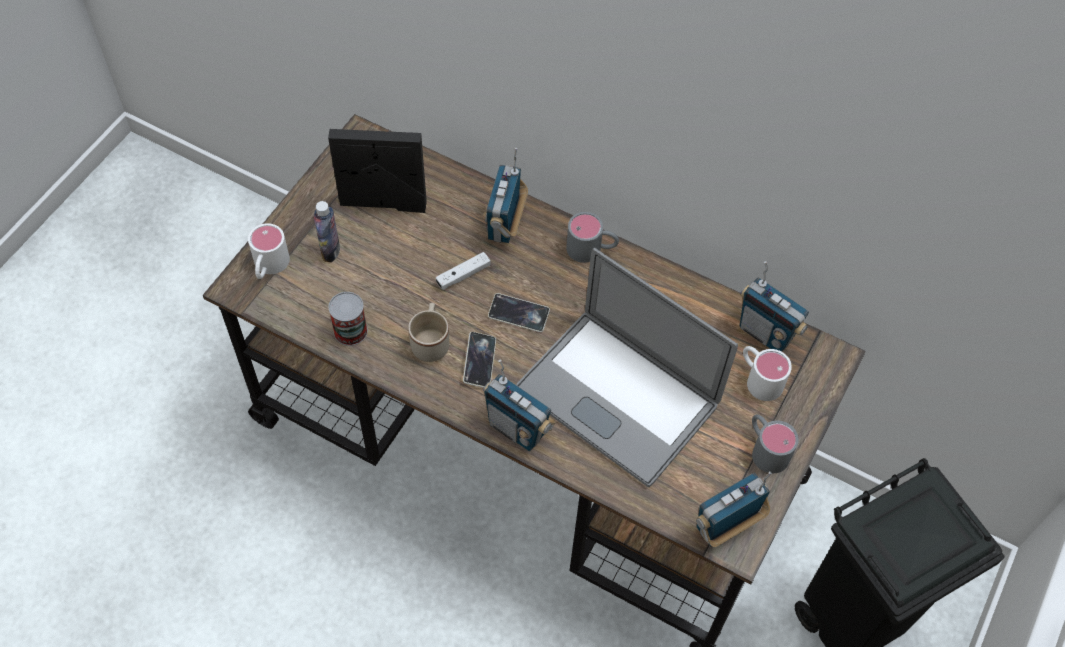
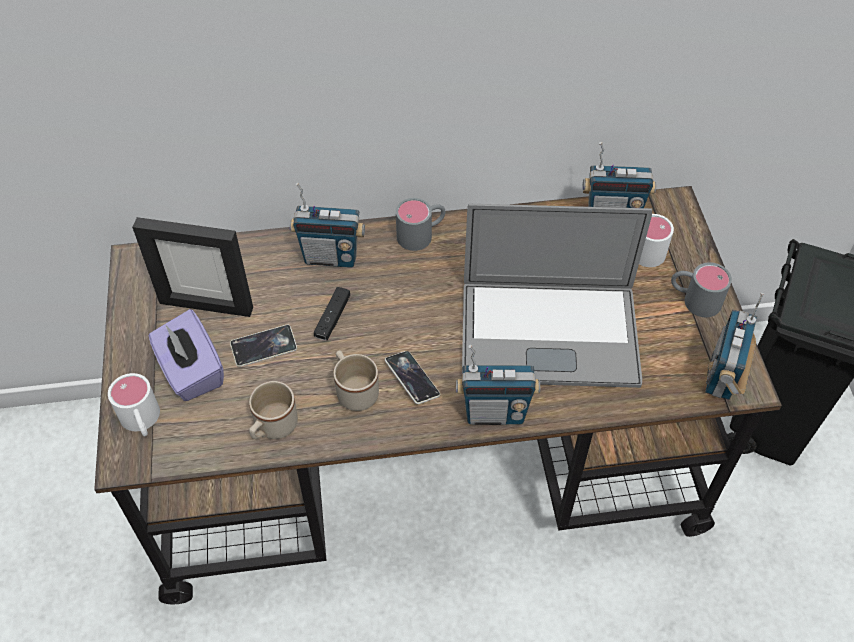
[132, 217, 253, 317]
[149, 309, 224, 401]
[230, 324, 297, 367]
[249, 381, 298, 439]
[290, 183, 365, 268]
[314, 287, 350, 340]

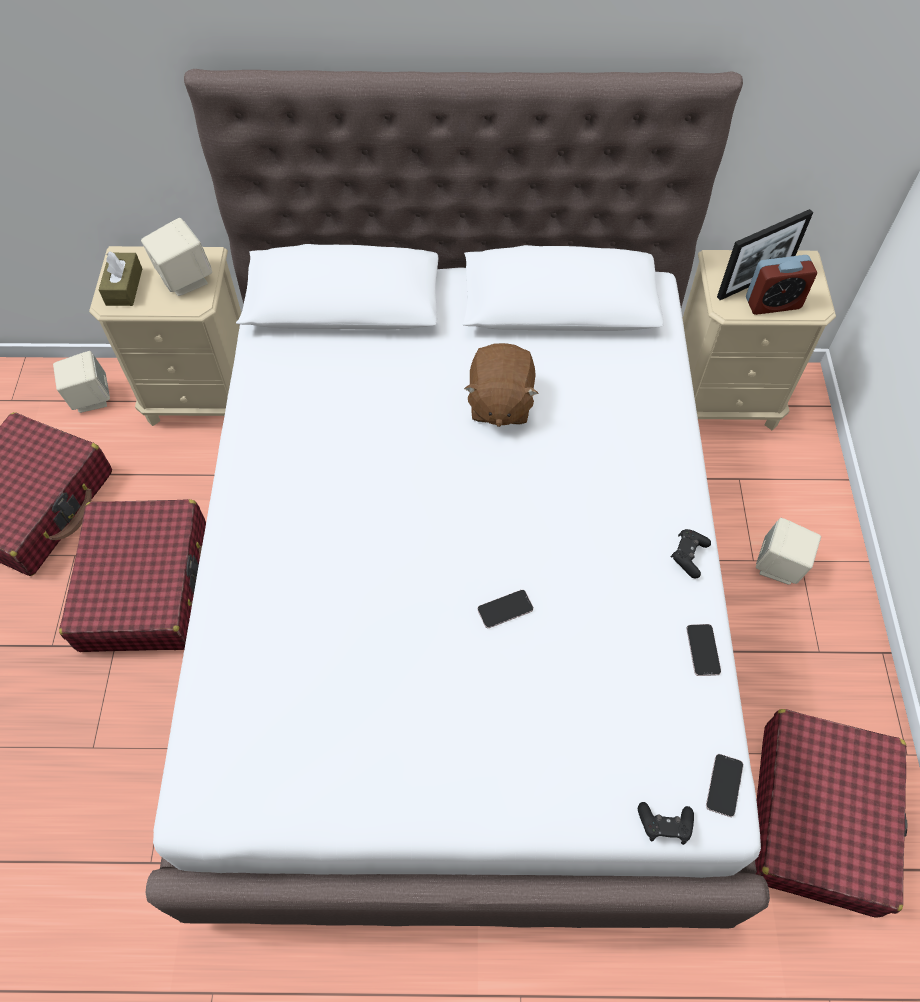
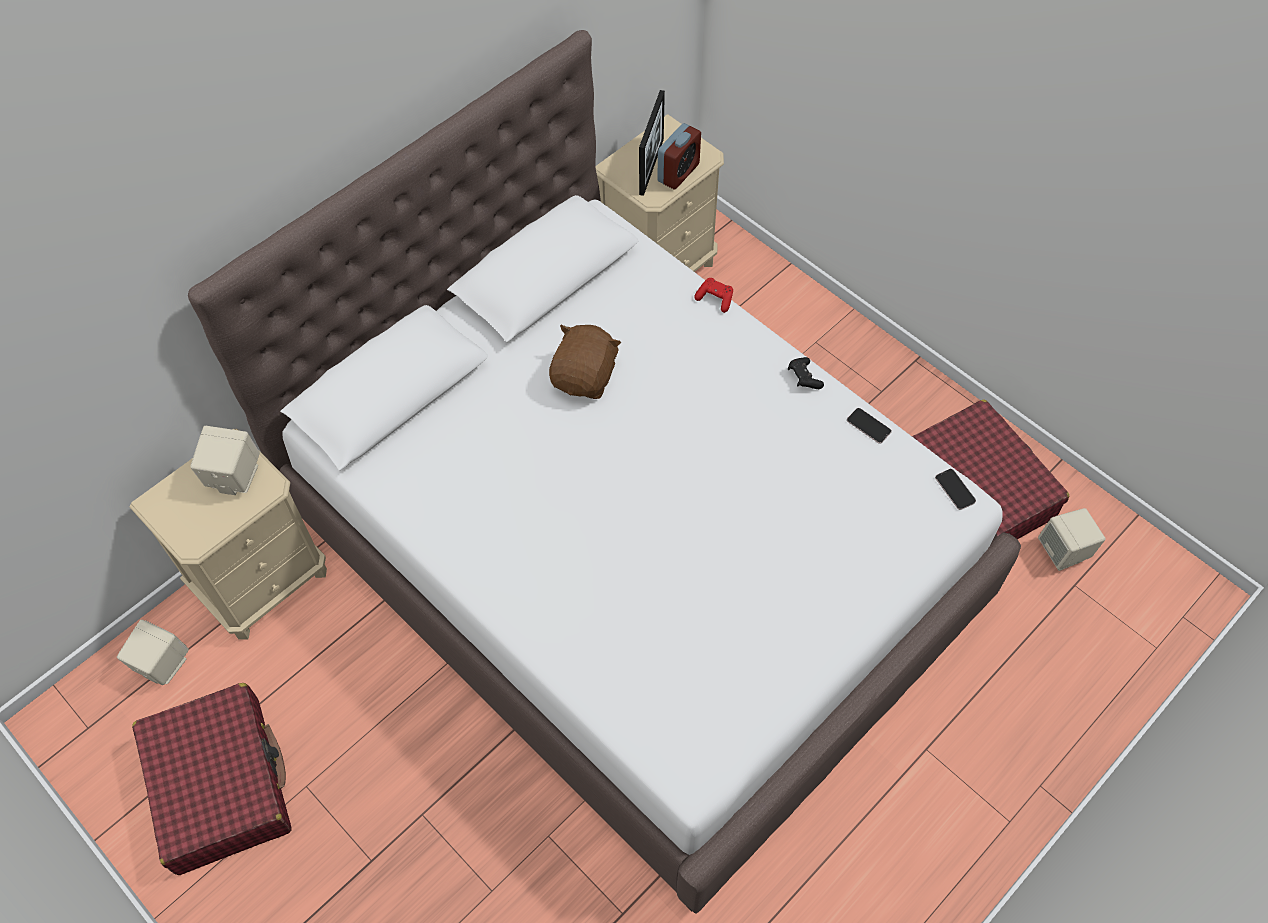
[549, 325, 621, 399]
[694, 278, 733, 313]
[1038, 508, 1106, 571]
[59, 499, 206, 652] (first image)
[99, 251, 142, 306] (first image)
[477, 590, 534, 628] (first image)
[638, 802, 694, 845] (first image)

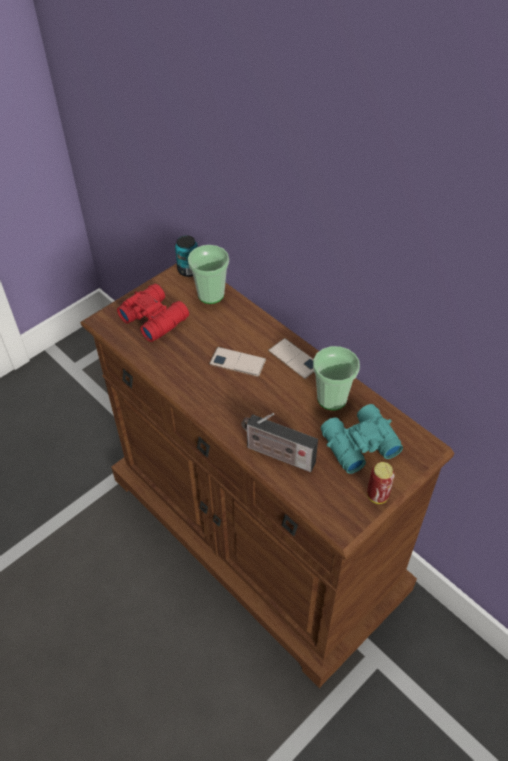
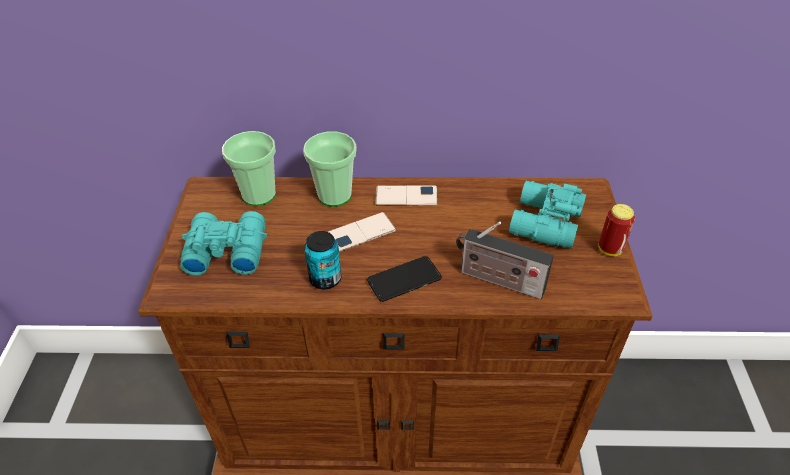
[180, 211, 267, 276]
[303, 131, 356, 207]
[304, 231, 341, 289]
[367, 256, 442, 302]
[456, 221, 554, 299]

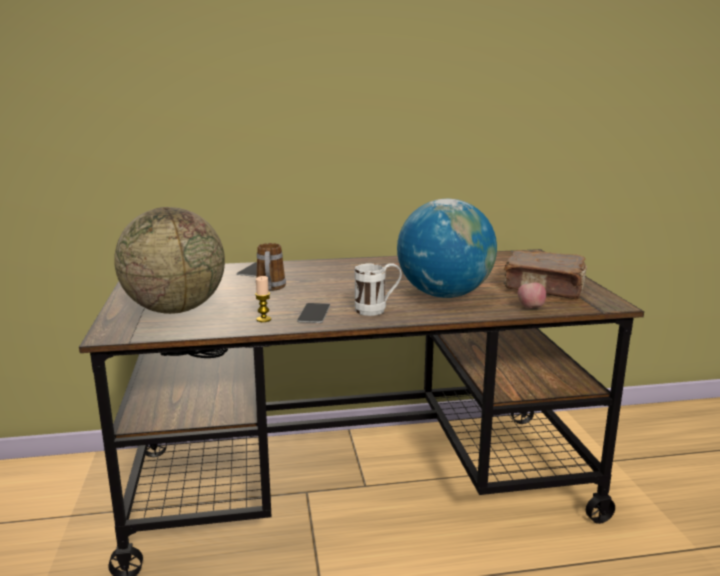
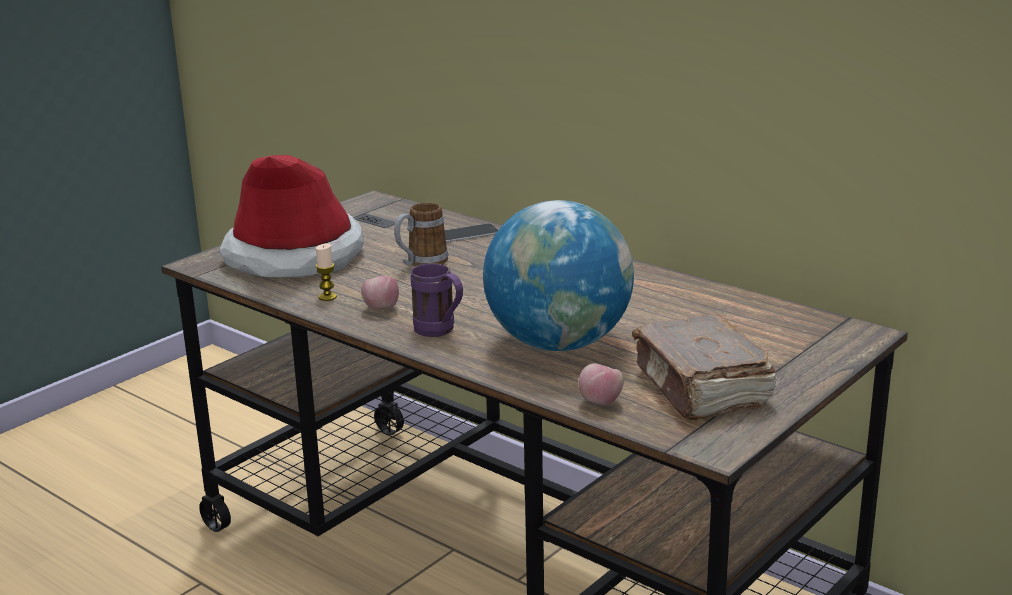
[219, 155, 364, 277]
[361, 276, 399, 310]
[410, 263, 463, 337]

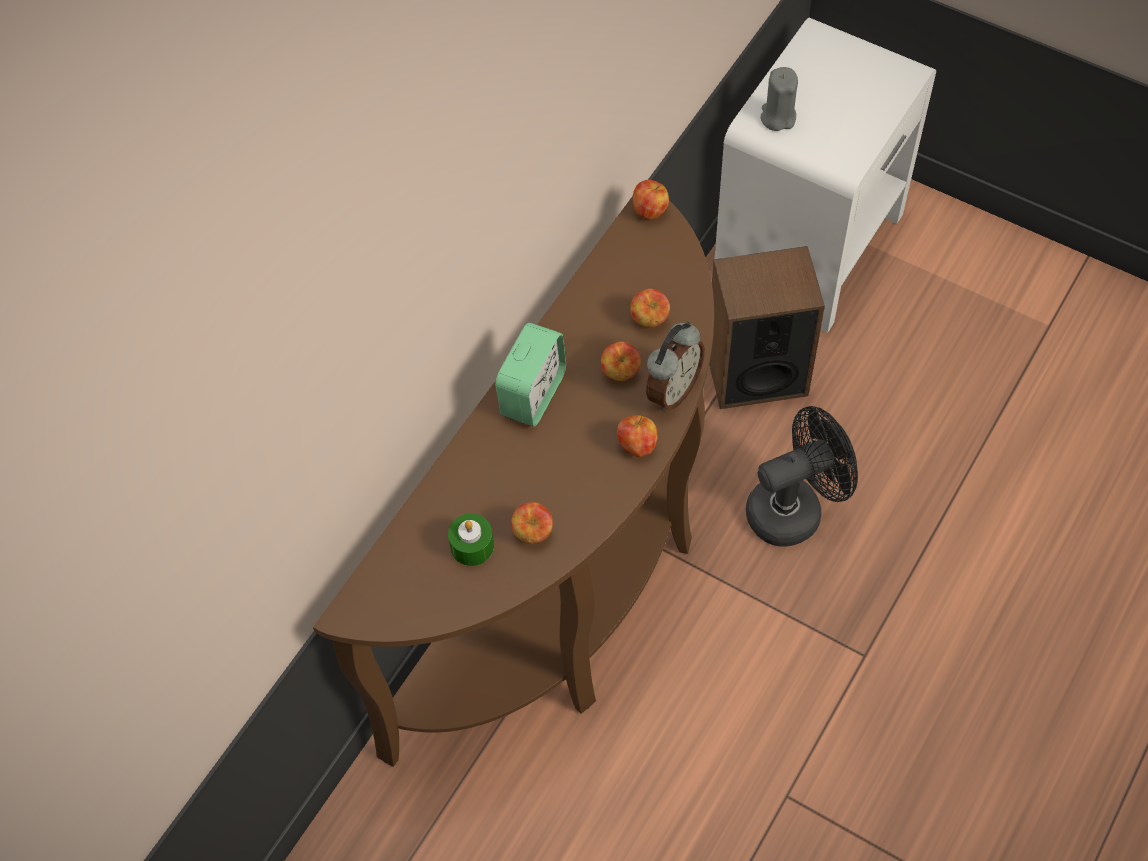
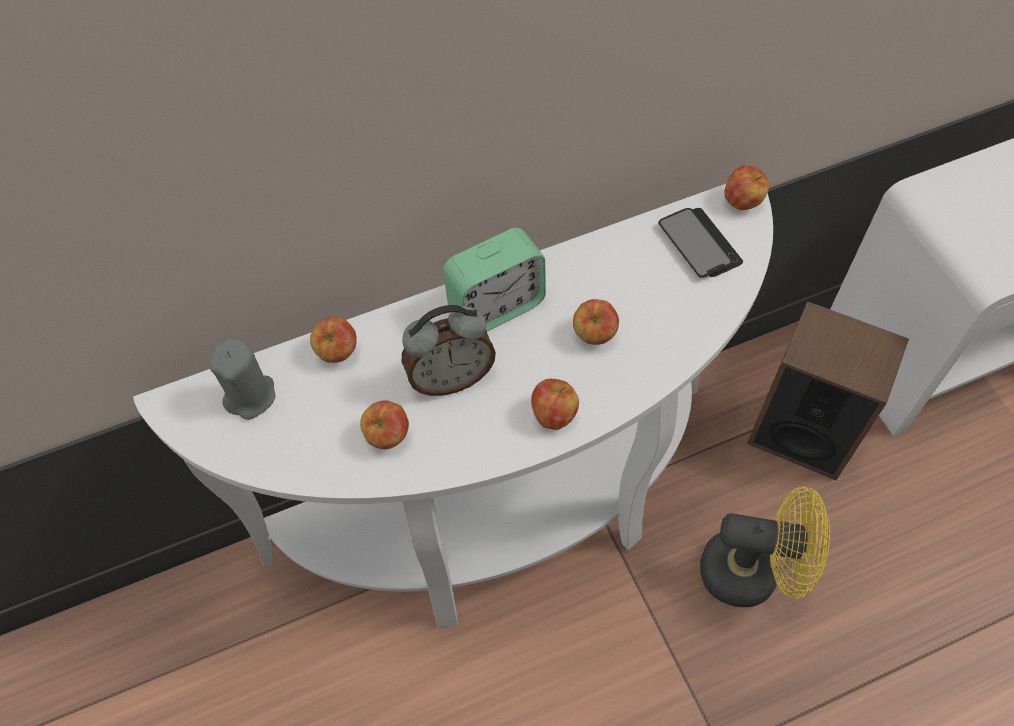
[133, 184, 773, 627]
[210, 338, 276, 420]
[310, 317, 357, 363]
[402, 305, 496, 396]
[658, 208, 743, 278]
[700, 487, 830, 607]
[448, 514, 494, 566] (first image)

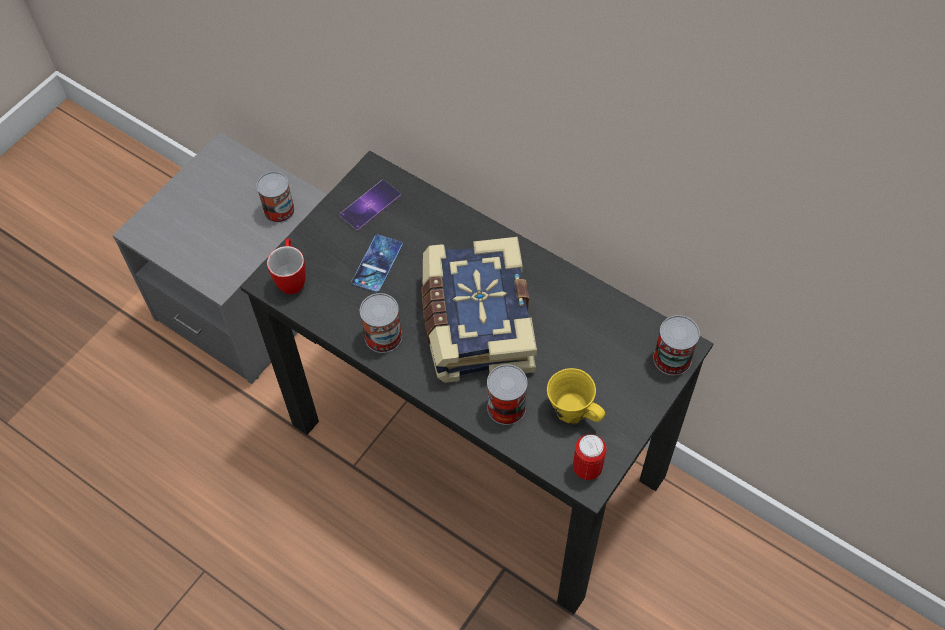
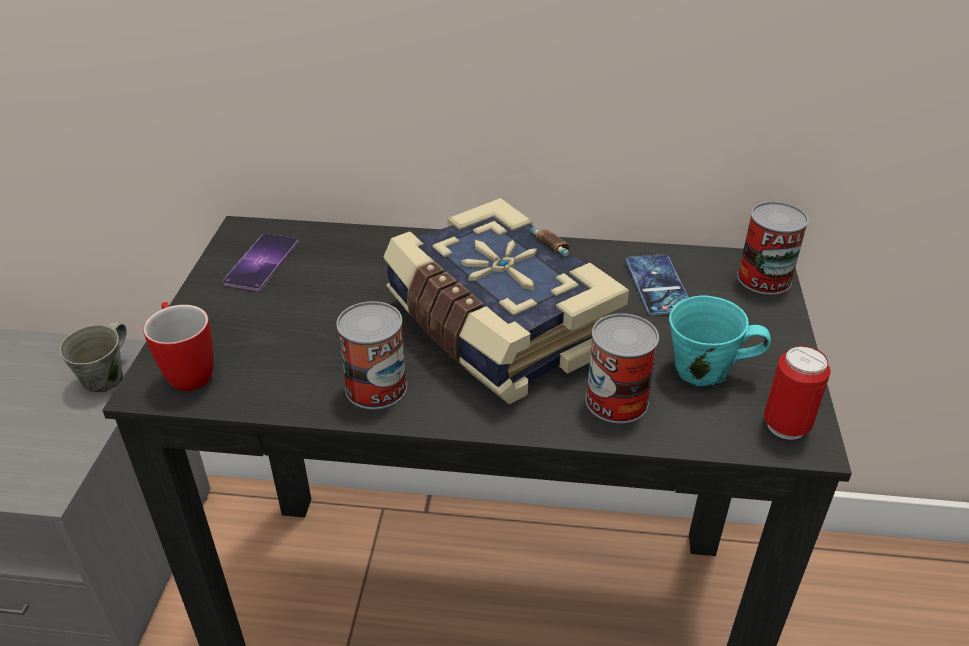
[59, 322, 126, 392]
[626, 254, 689, 315]
[669, 295, 771, 387]

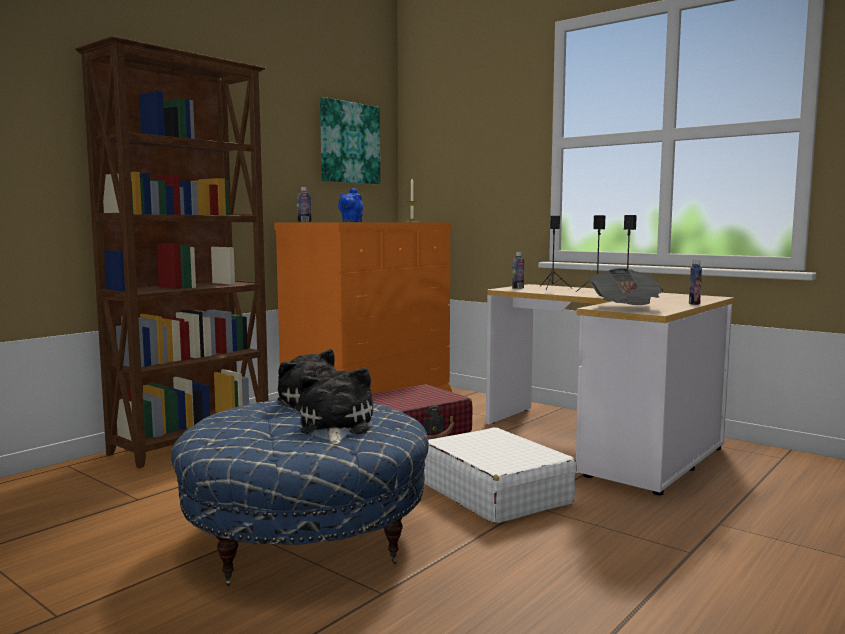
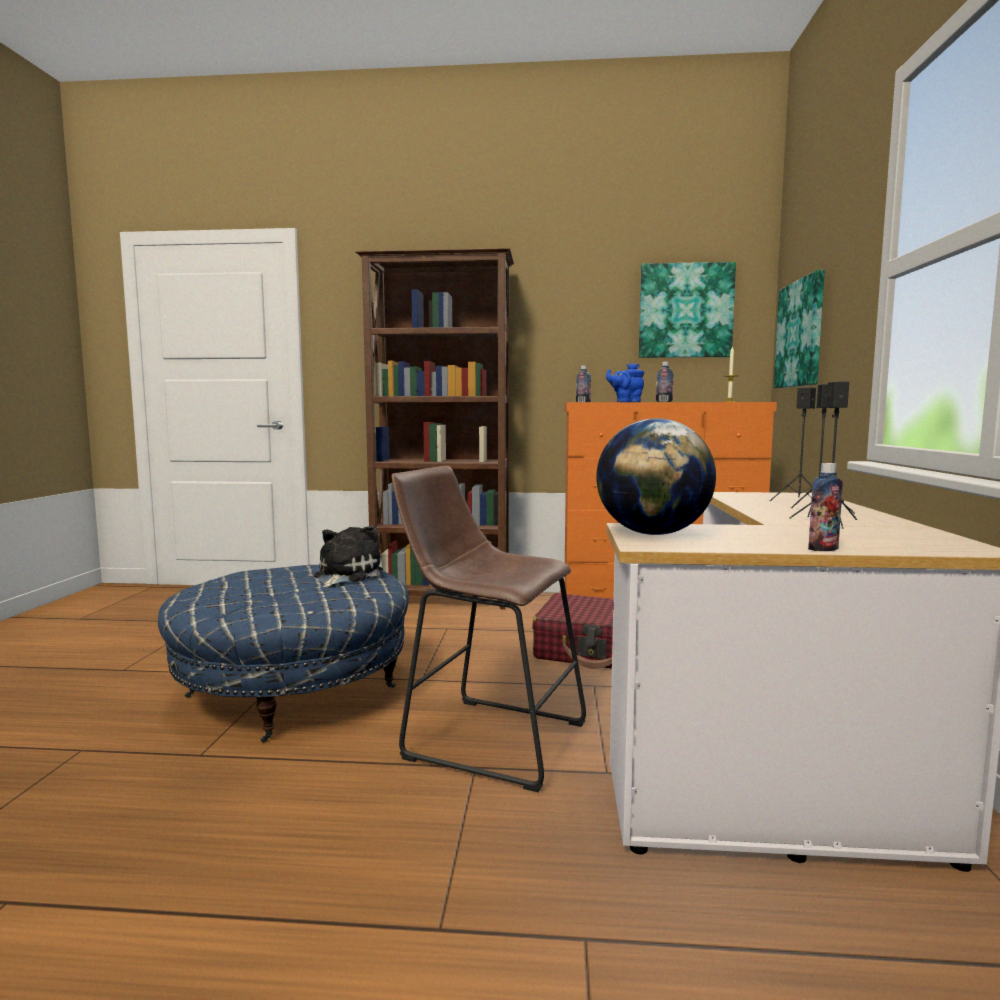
[392, 466, 586, 792]
[596, 418, 716, 535]
[656, 361, 674, 402]
[774, 270, 825, 388]
[299, 368, 373, 445] (first image)

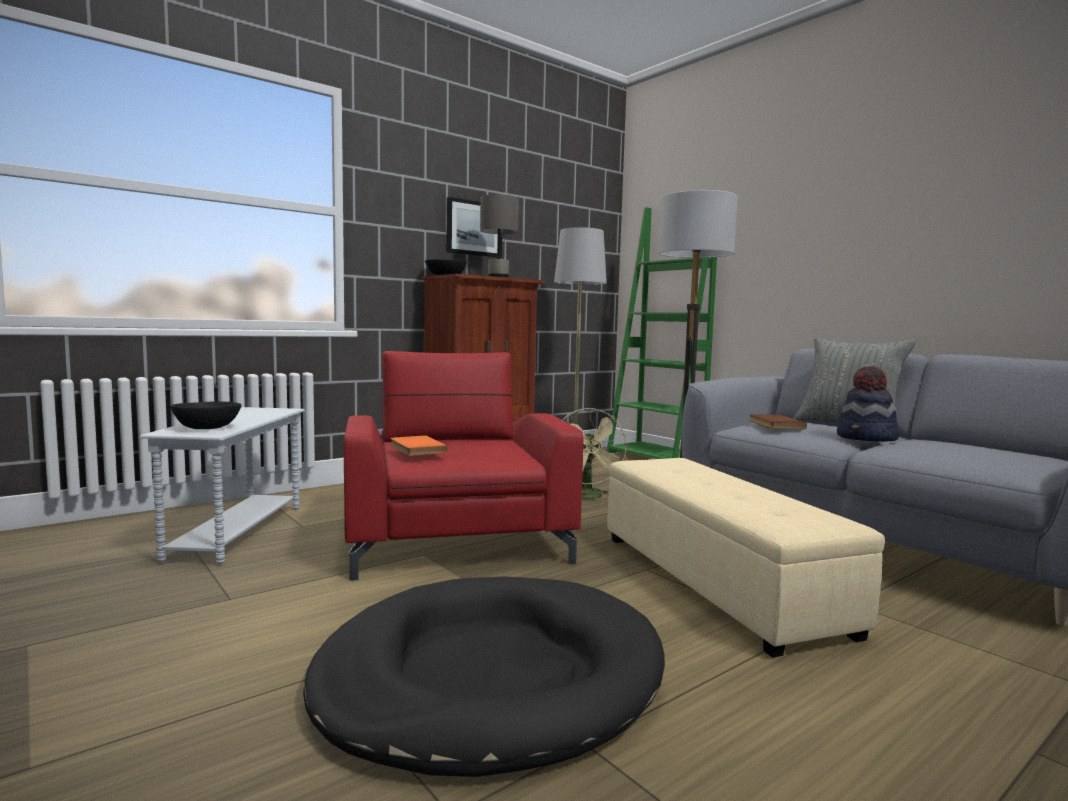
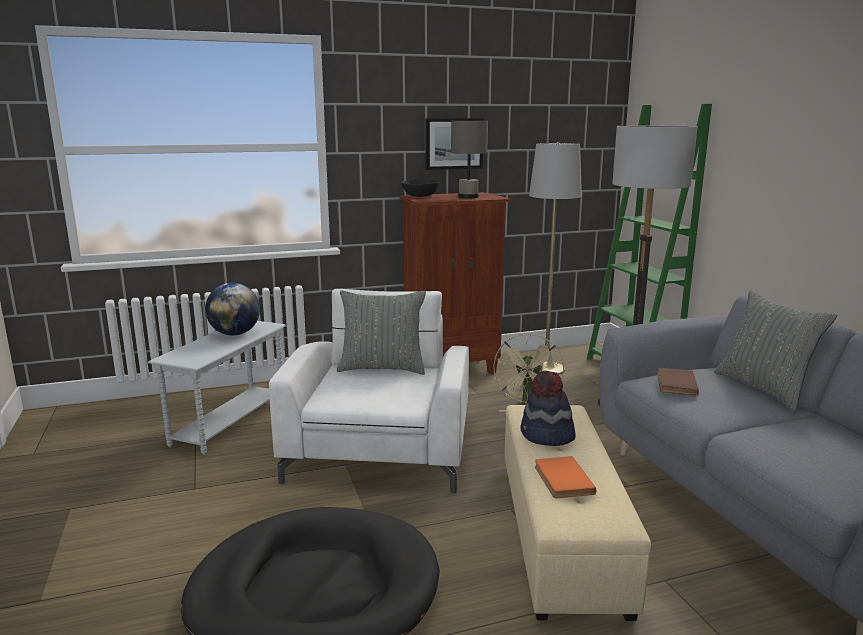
[205, 283, 260, 335]
[269, 289, 469, 493]
[337, 290, 426, 375]
[520, 371, 576, 446]
[535, 456, 596, 498]
[170, 402, 241, 429] (first image)

